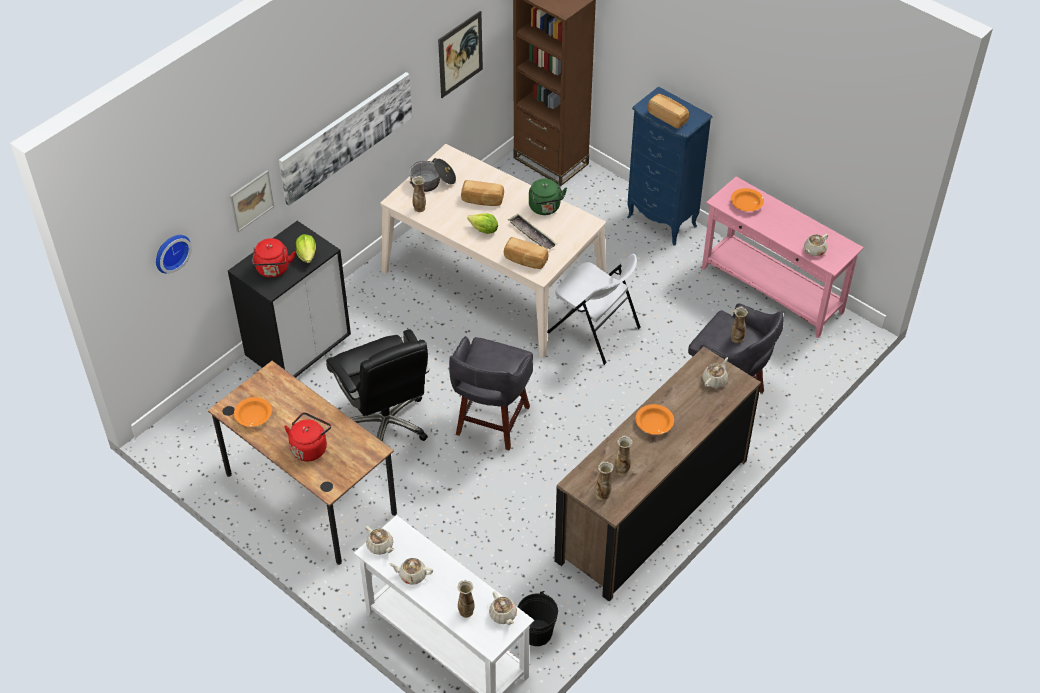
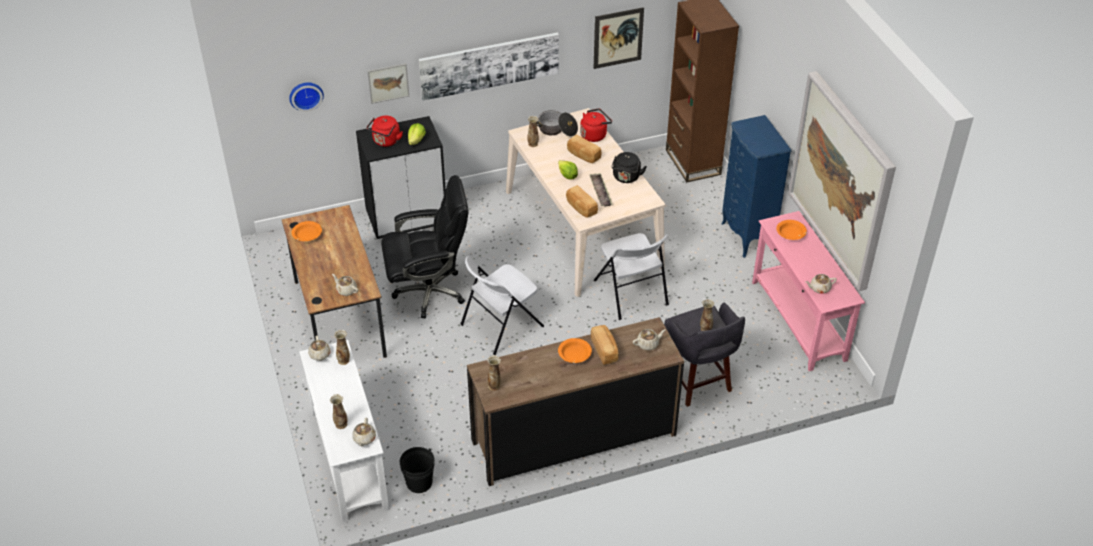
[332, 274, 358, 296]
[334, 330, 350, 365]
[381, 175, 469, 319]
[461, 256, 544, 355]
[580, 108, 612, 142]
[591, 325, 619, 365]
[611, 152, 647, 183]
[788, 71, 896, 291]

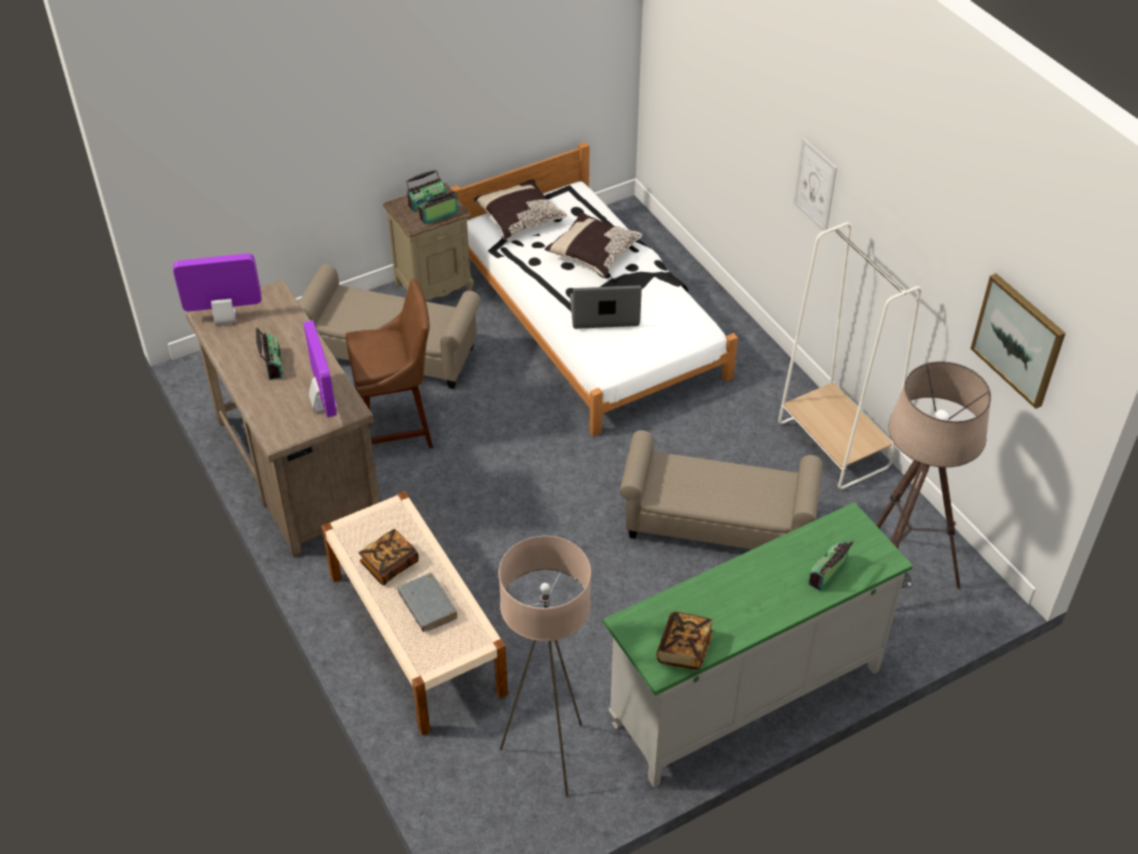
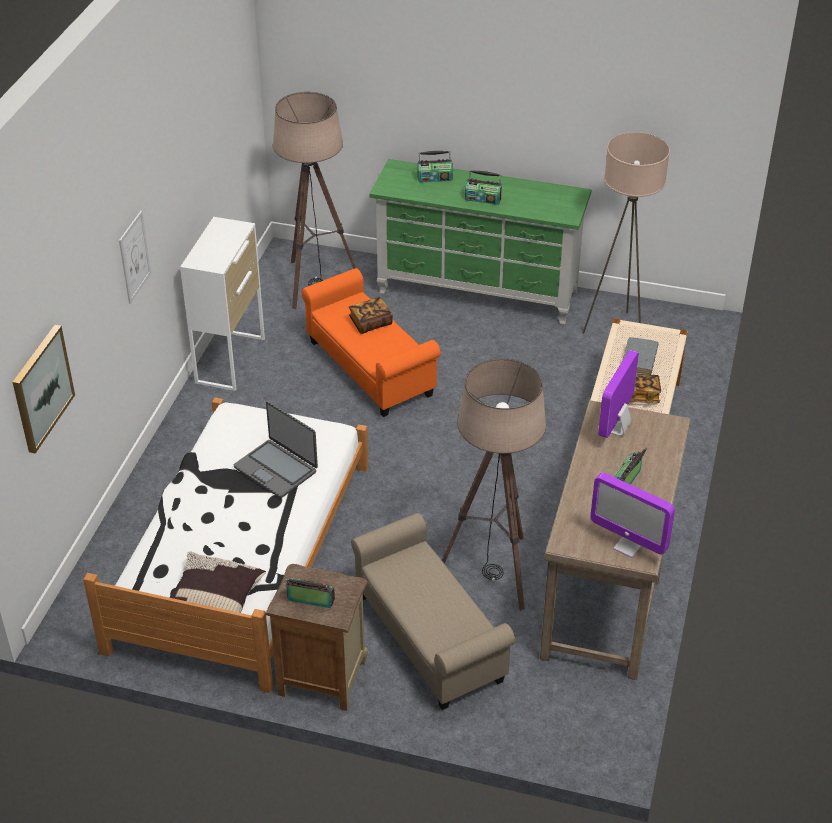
[13, 325, 75, 454]
[180, 217, 265, 391]
[301, 268, 441, 417]
[349, 297, 393, 334]
[442, 358, 546, 611]
[465, 170, 502, 205]
[544, 212, 642, 277] (first image)

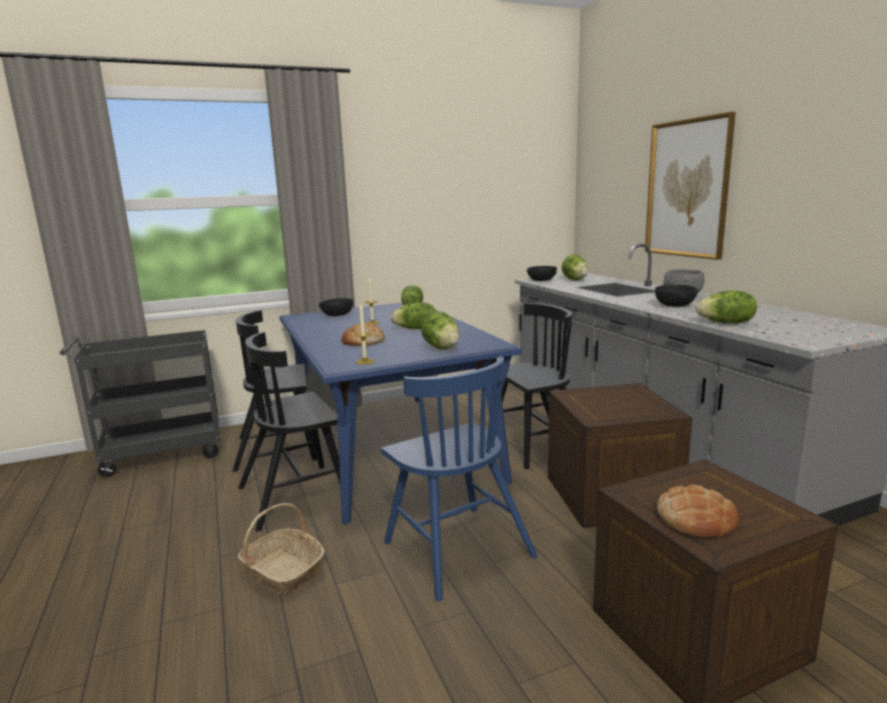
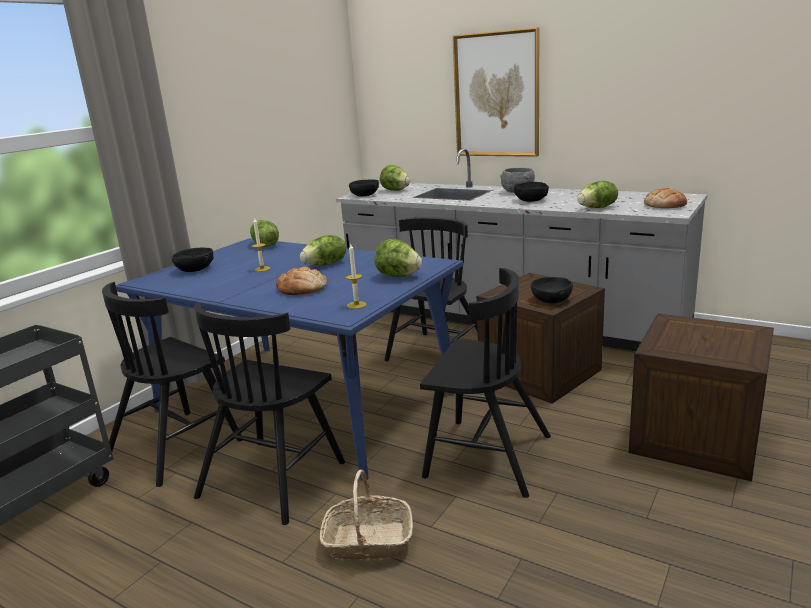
[420, 268, 551, 498]
[531, 277, 573, 303]
[644, 188, 687, 208]

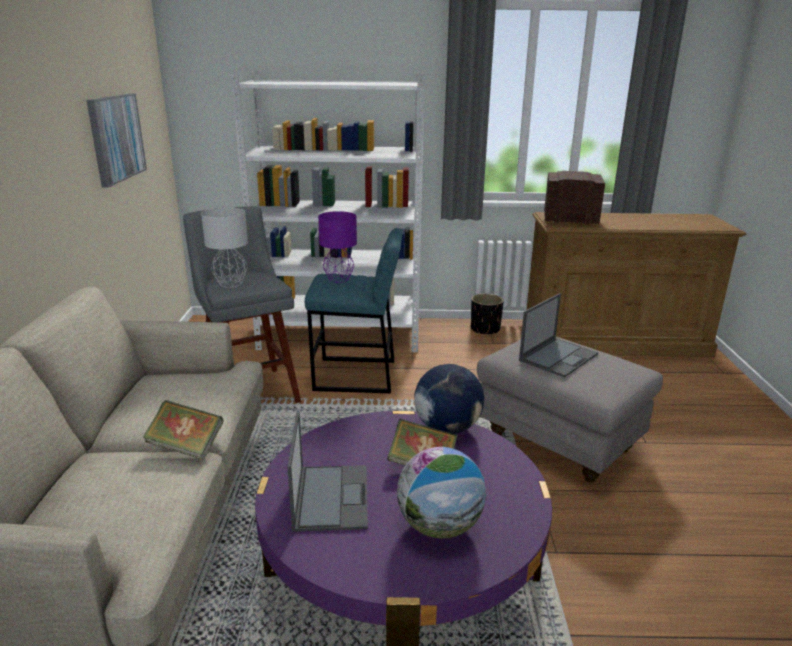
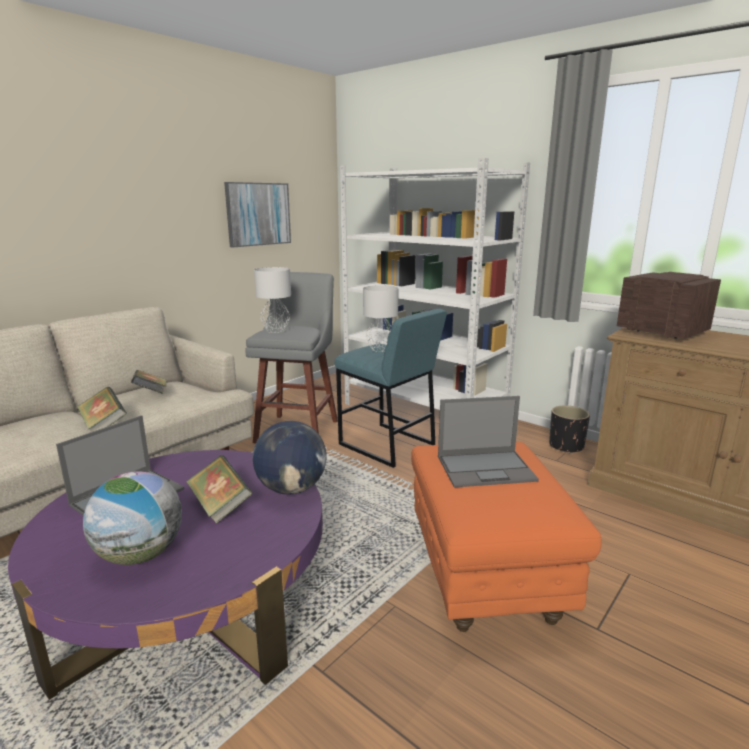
[131, 370, 167, 394]
[363, 285, 399, 352]
[411, 442, 602, 632]

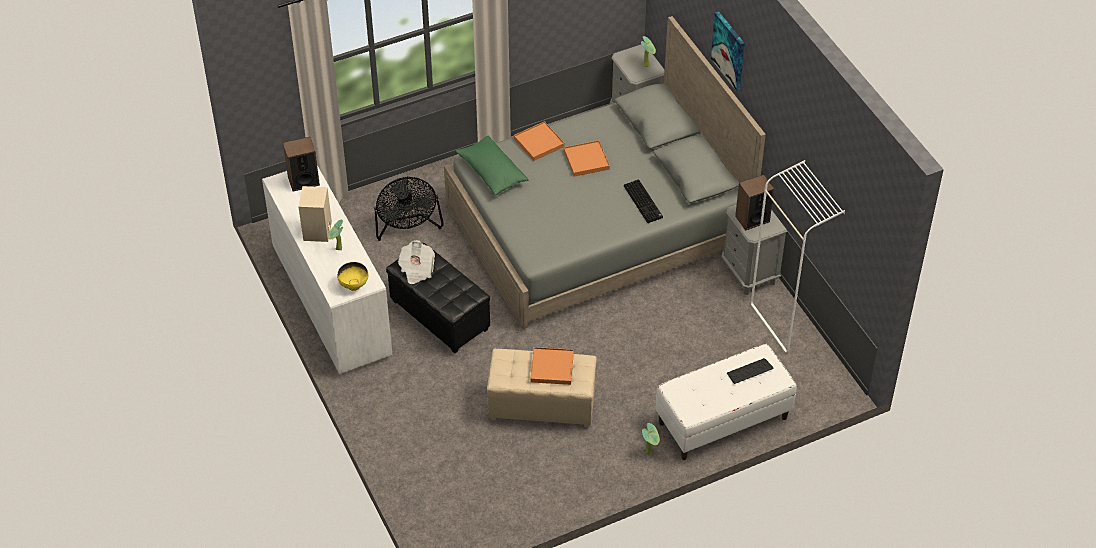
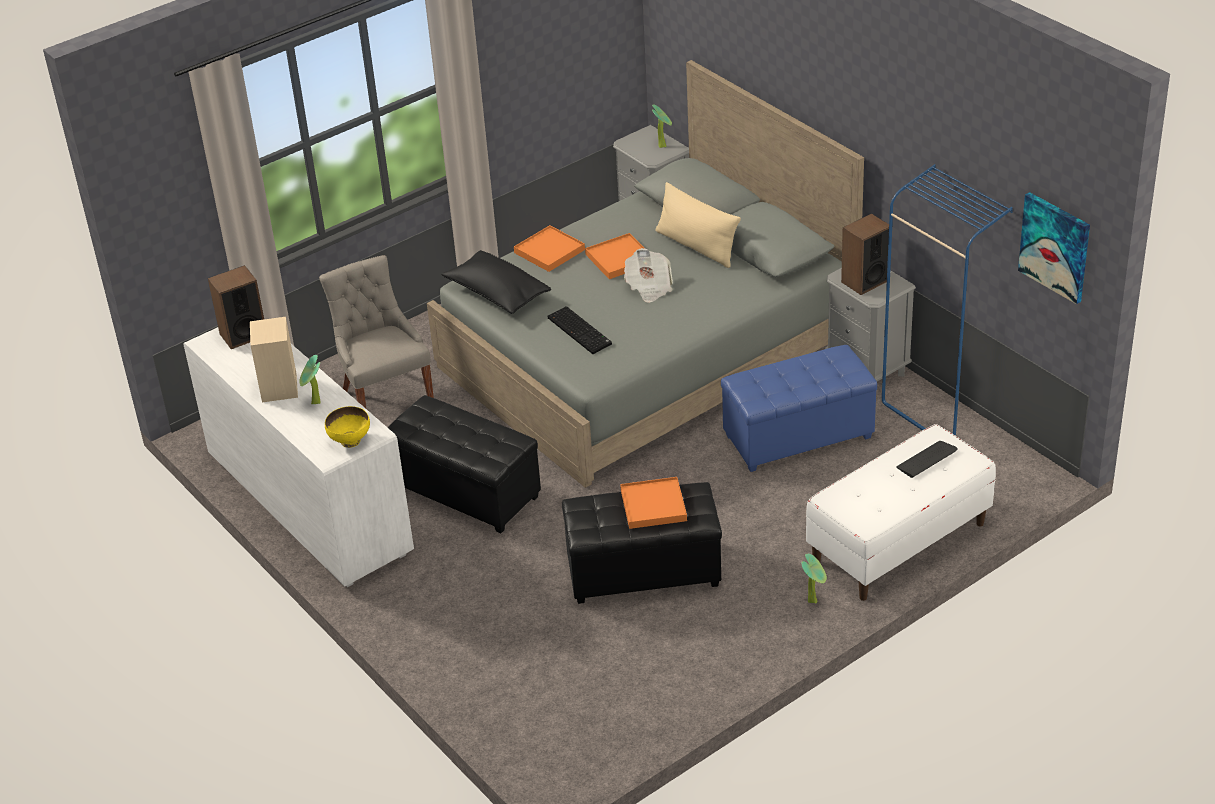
[319, 255, 434, 408]
[441, 250, 551, 314]
[548, 306, 612, 354]
[562, 482, 722, 604]
[624, 248, 673, 303]
[656, 182, 741, 268]
[721, 345, 877, 472]
[882, 164, 1013, 436]
[1018, 192, 1090, 304]

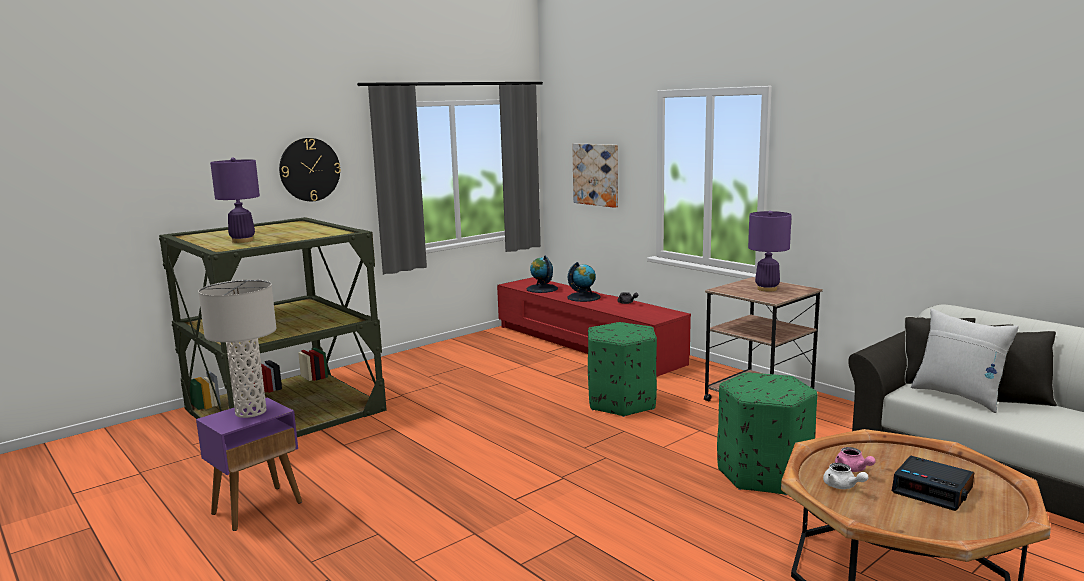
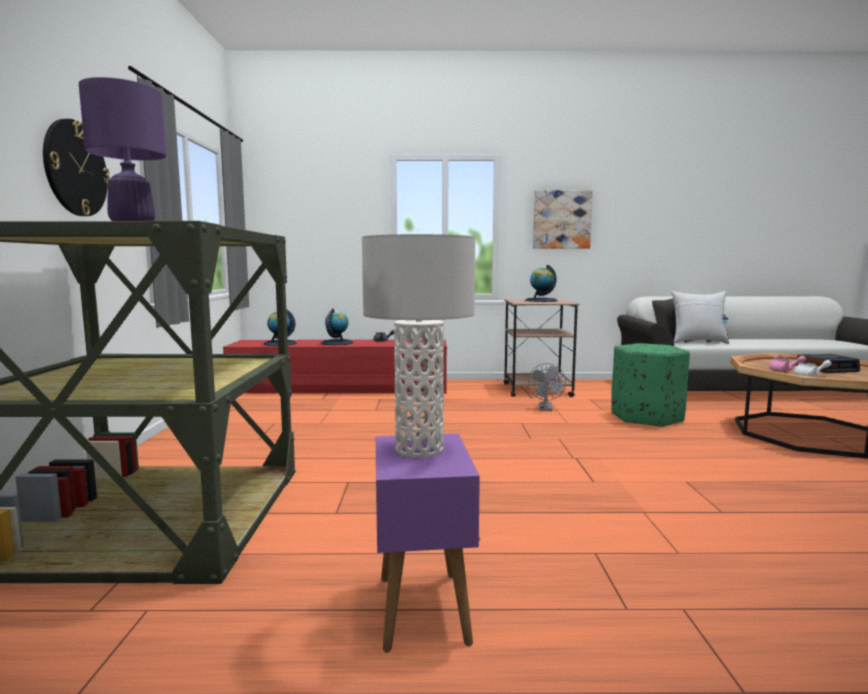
[525, 265, 558, 302]
[528, 363, 566, 411]
[533, 190, 593, 249]
[588, 322, 657, 417] (first image)

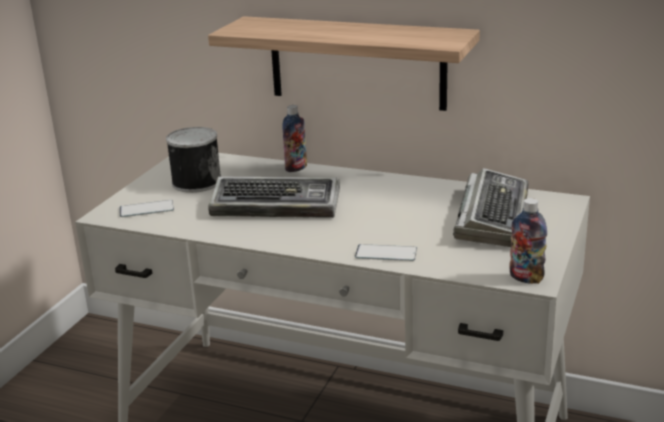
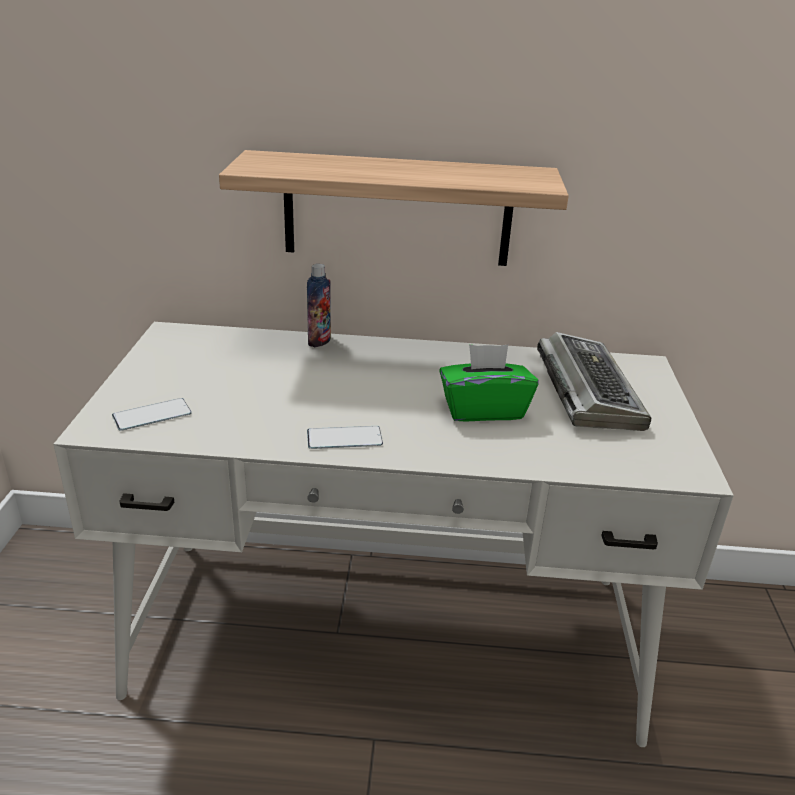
[307, 426, 383, 449]
[439, 344, 538, 422]
[166, 127, 221, 193] (first image)
[208, 176, 340, 218] (first image)
[509, 198, 547, 284] (first image)

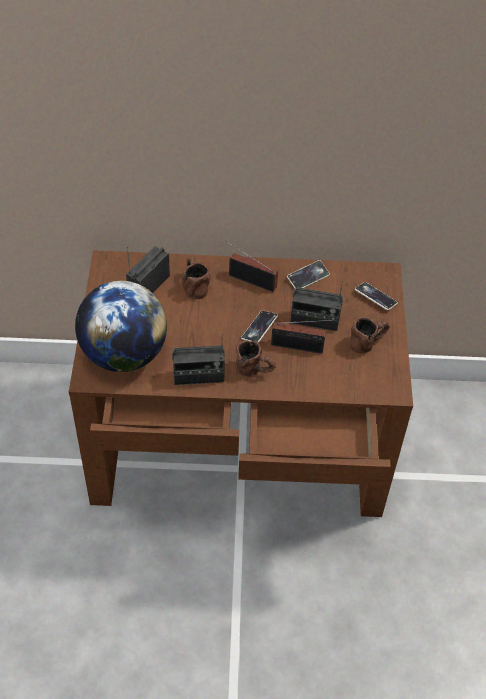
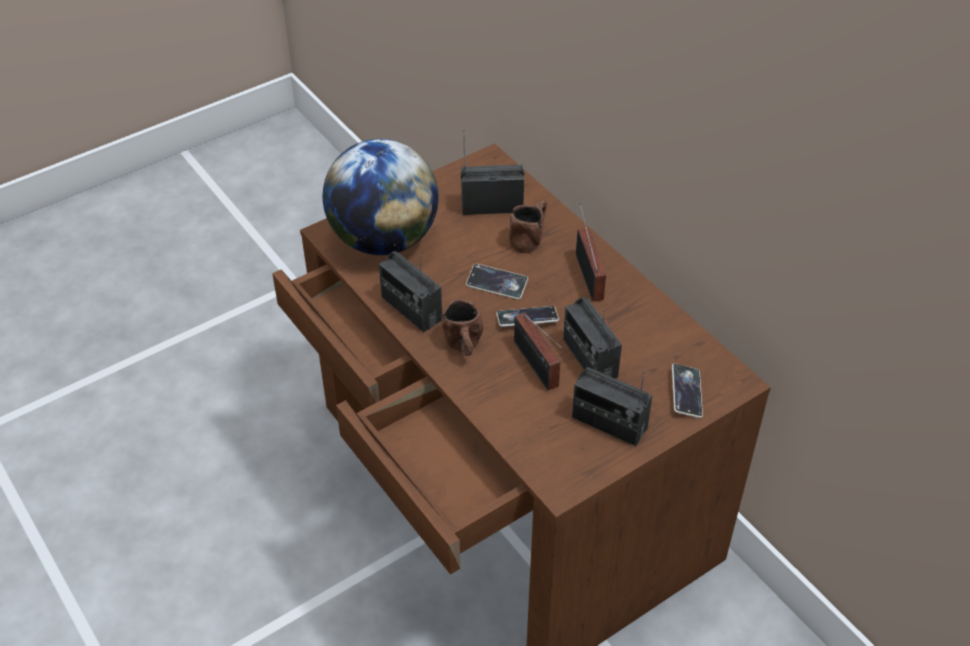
[466, 264, 528, 299]
[572, 367, 652, 446]

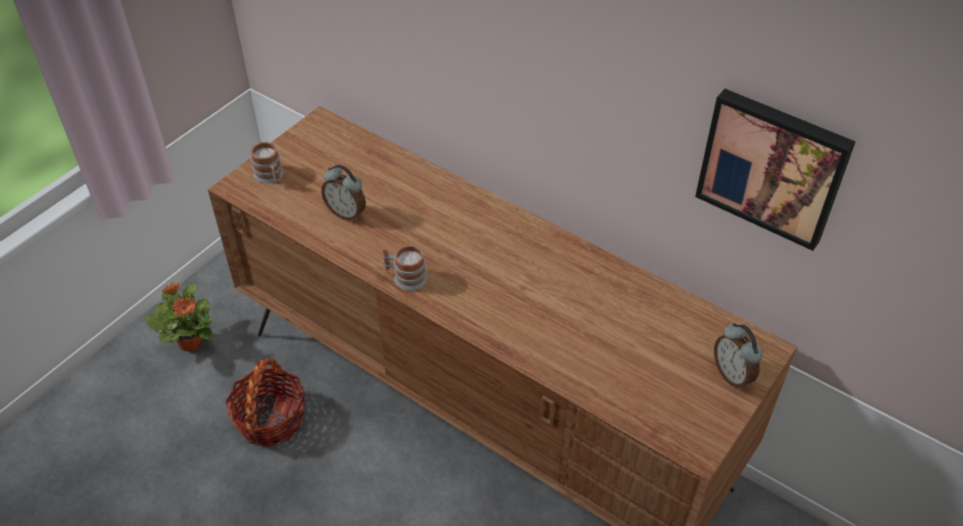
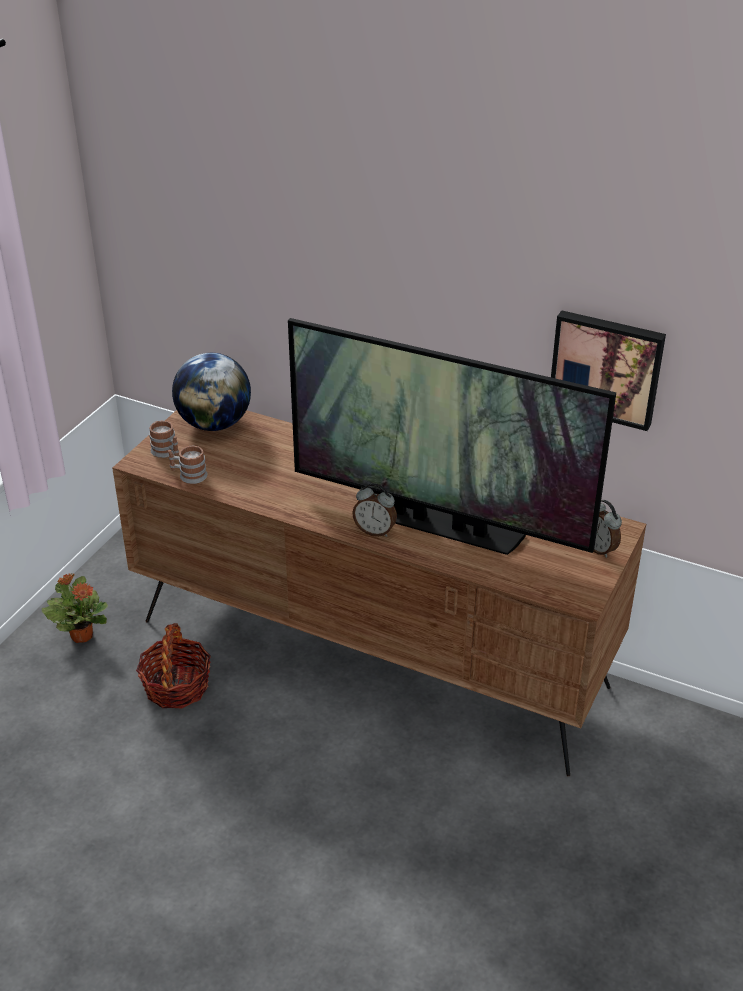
[168, 446, 208, 484]
[172, 353, 251, 431]
[288, 318, 616, 555]
[352, 483, 397, 537]

